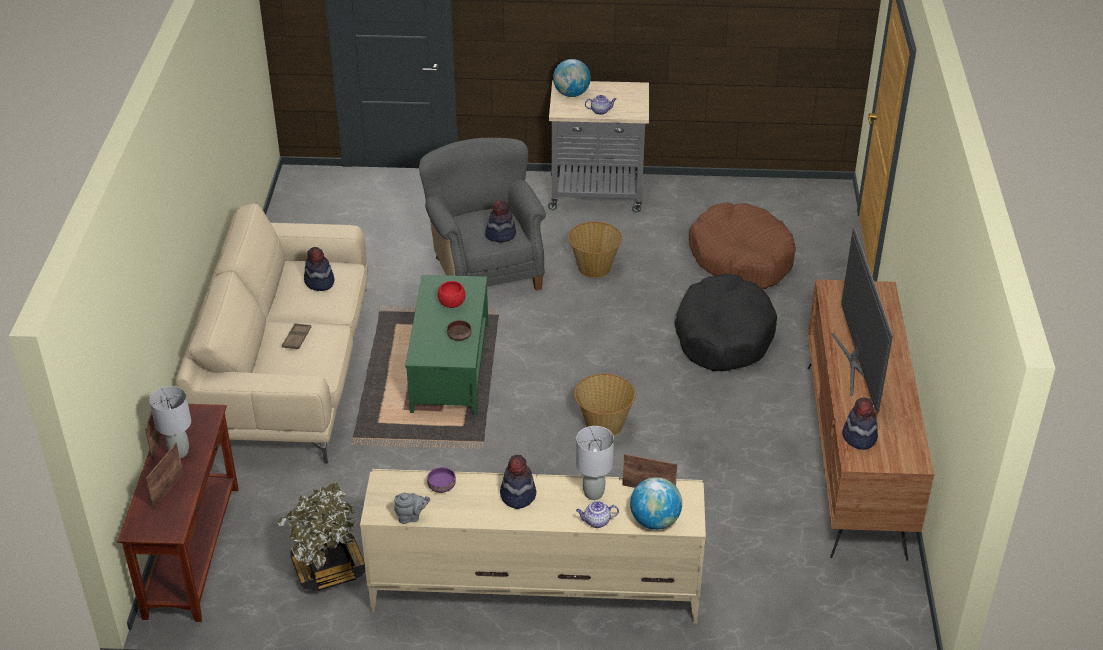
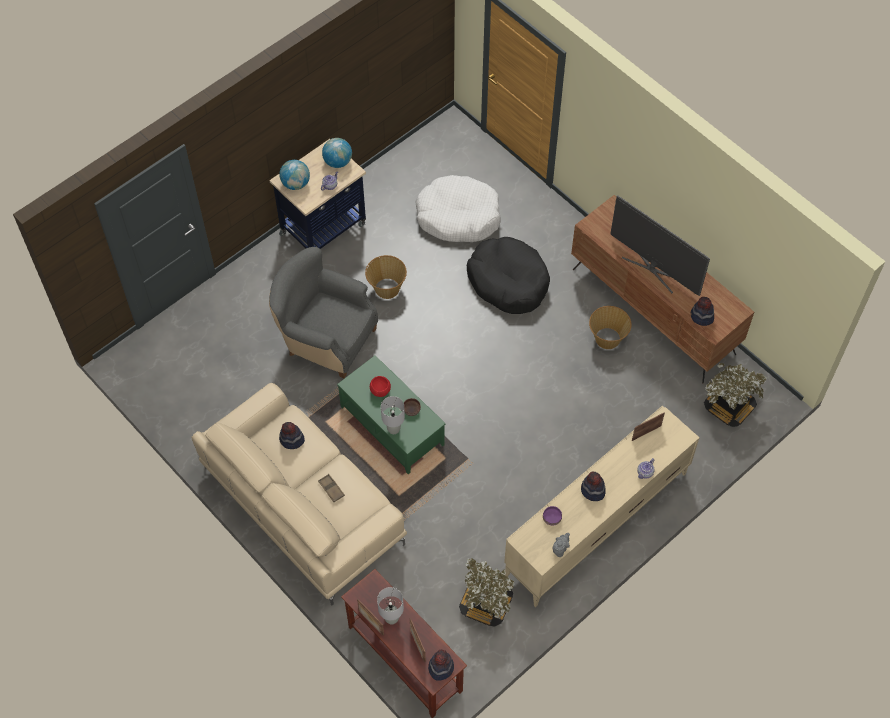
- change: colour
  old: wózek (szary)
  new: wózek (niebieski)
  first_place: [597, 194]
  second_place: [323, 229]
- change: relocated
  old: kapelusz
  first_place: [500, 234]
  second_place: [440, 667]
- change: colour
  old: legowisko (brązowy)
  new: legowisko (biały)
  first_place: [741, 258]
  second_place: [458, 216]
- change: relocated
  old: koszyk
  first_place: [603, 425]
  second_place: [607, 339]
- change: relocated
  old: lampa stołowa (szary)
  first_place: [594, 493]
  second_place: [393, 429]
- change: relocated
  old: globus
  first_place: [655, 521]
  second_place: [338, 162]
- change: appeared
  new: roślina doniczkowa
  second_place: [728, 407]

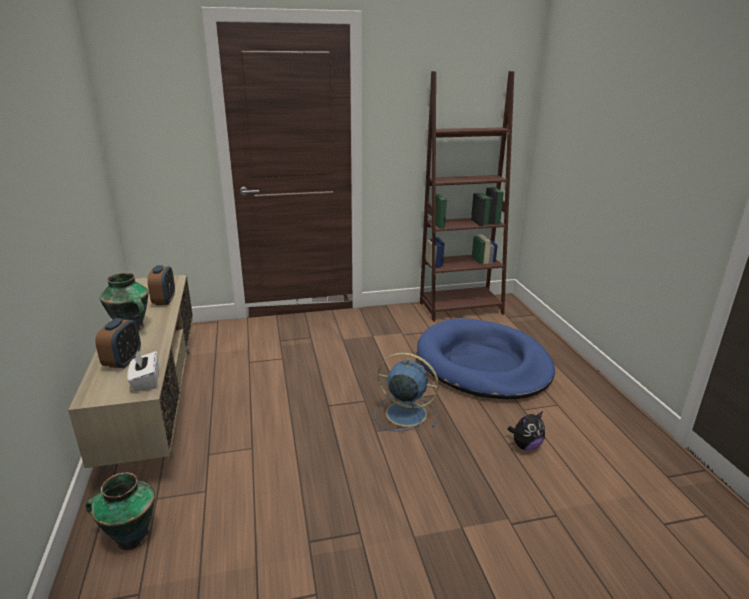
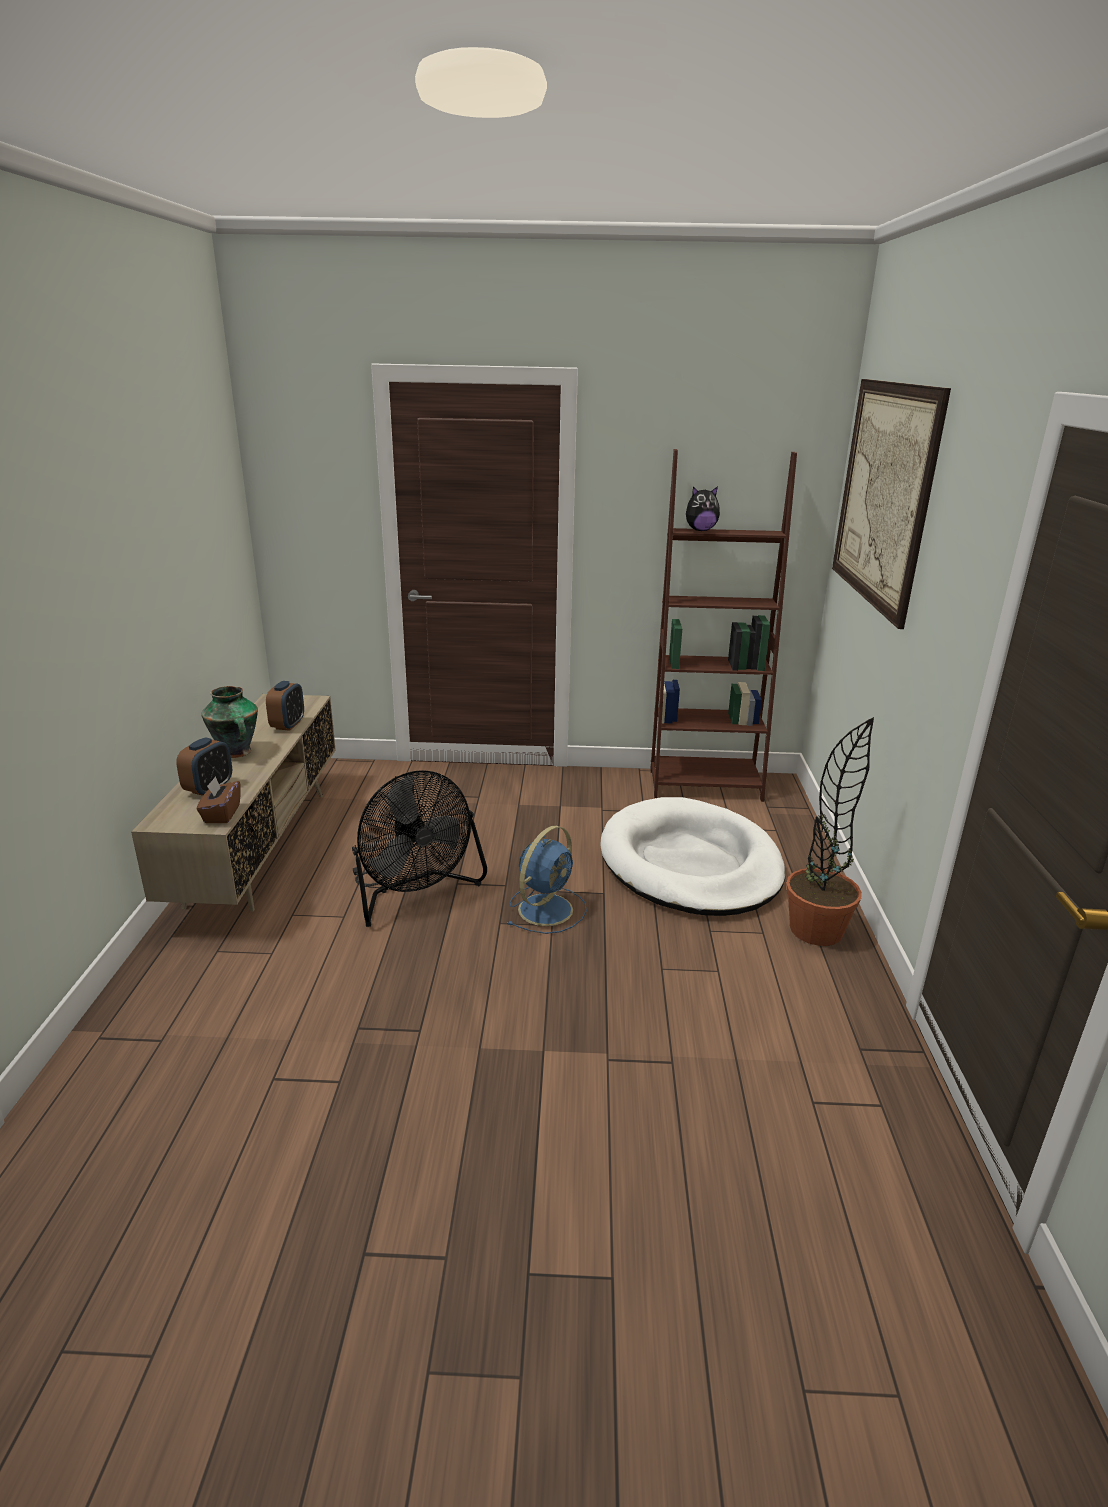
- change: colour
  old: legowisko (niebieski)
  new: legowisko (biały)
  first_place: [483, 364]
  second_place: [690, 864]
- change: colour
  old: pudełko chusteczek (biały)
  new: pudełko chusteczek (brązowy)
  first_place: [146, 381]
  second_place: [221, 814]
- change: spun
  old: wentylator (niebieski)
  first_place: [404, 413]
  second_place: [547, 908]
  degrees: 90
- change: relocated
  old: pluszak
  first_place: [525, 446]
  second_place: [700, 530]
- change: missing
  old: wazon
  first_place: [130, 537]
- change: appeared
  new: obraz
  second_place: [883, 494]
- change: appeared
  new: roślina doniczkowa
  second_place: [816, 930]
- change: appeared
  new: wentylator (czarny)
  second_place: [409, 893]

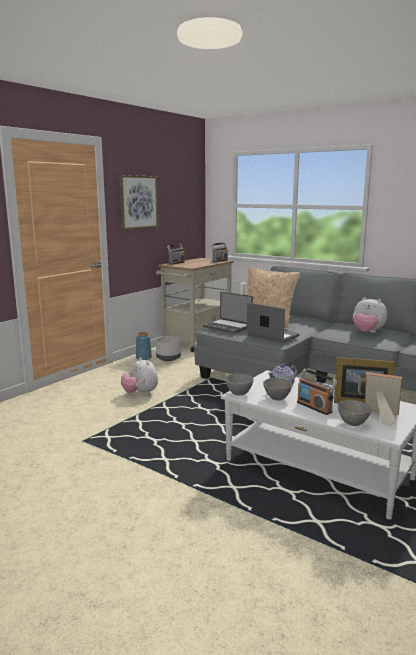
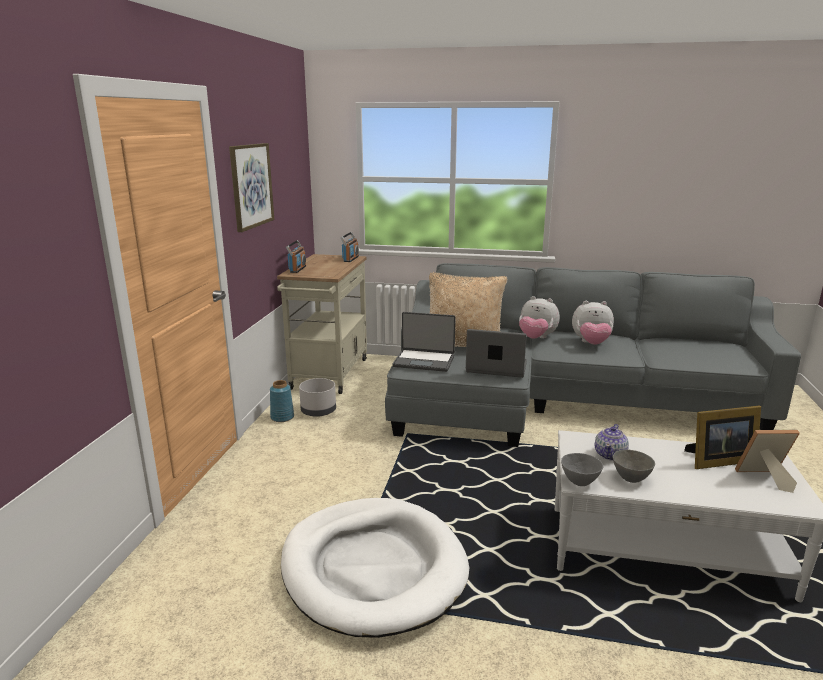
- change: relocated
  old: pluszak
  first_place: [140, 393]
  second_place: [536, 338]
- change: missing
  old: radio
  first_place: [314, 407]
- change: missing
  old: miska (szary)
  first_place: [353, 423]
- change: appeared
  new: legowisko (biały)
  second_place: [373, 568]

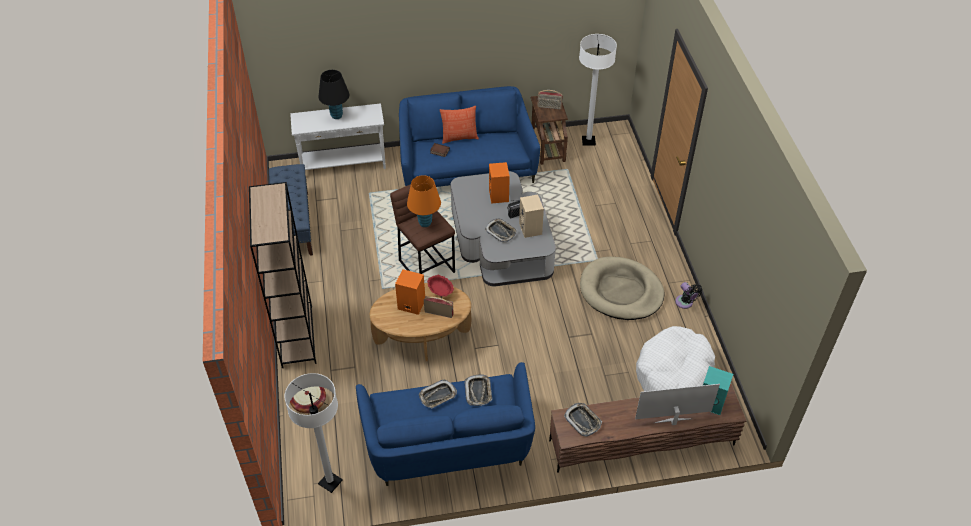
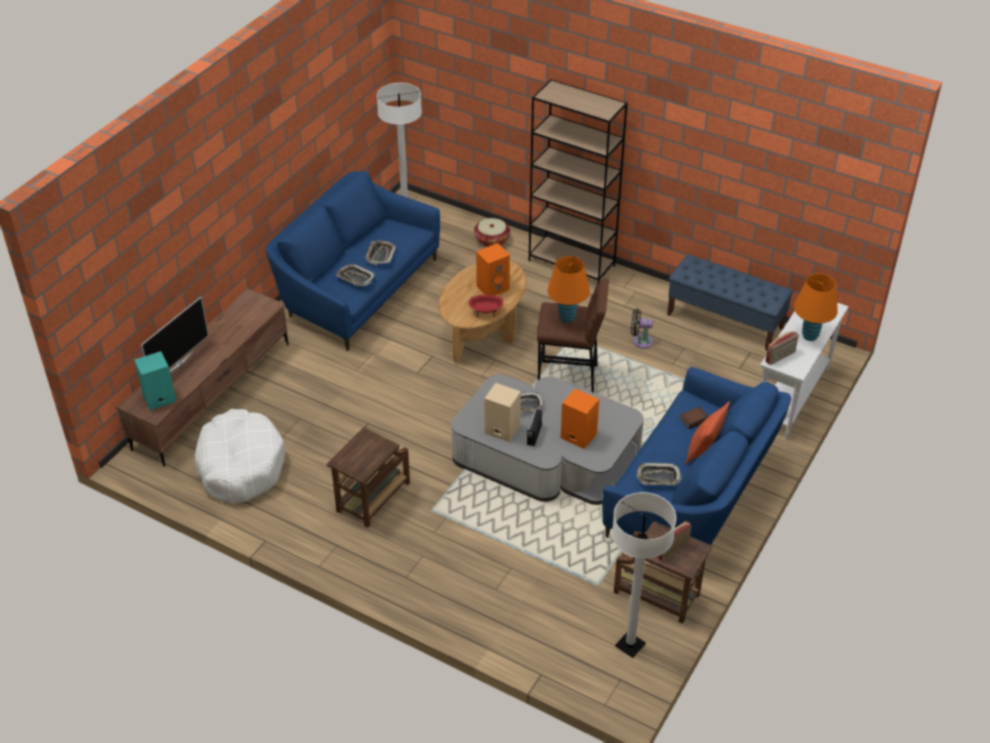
- change: colour
  old: lampa stołowa (czarny)
  new: lampa stołowa (pomarańczowy)
  first_place: [336, 116]
  second_place: [810, 336]
- change: exchanged
  old: legowisko (beżowy)
  new: stolik (brązowy)
  first_place: [621, 291]
  second_place: [372, 499]
- change: relocated
  old: wentylator (czarny)
  first_place: [685, 303]
  second_place: [640, 341]
- change: relocated
  old: radio
  first_place: [439, 313]
  second_place: [780, 357]
- change: relocated
  old: taca
  first_place: [583, 421]
  second_place: [658, 477]

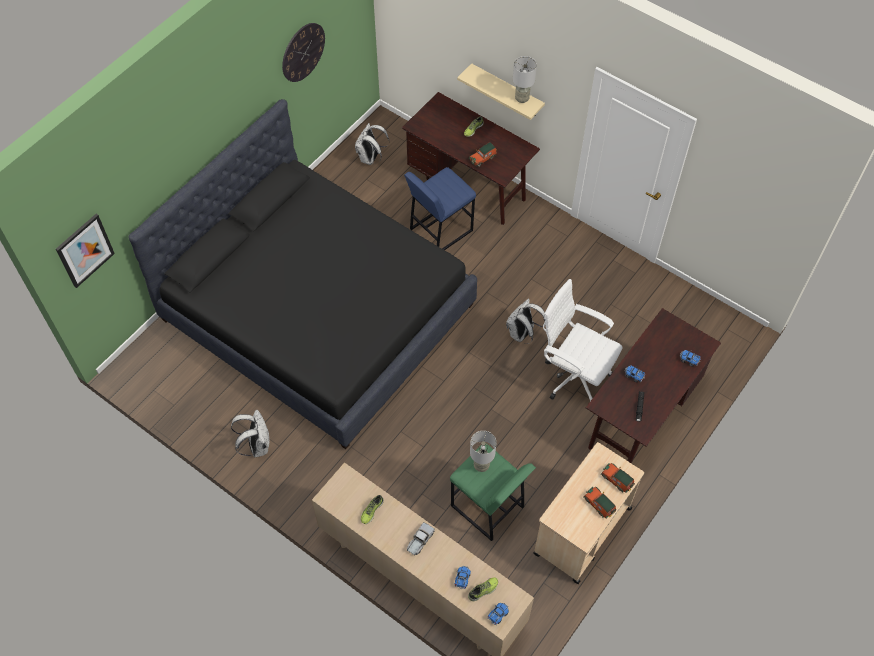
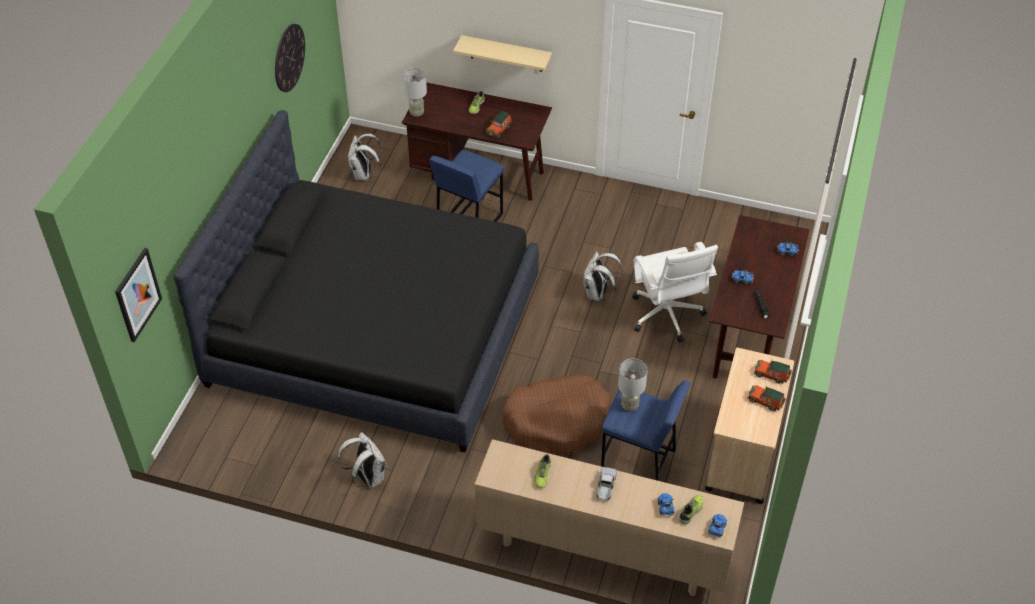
- change: relocated
  old: lampa stołowa (szary)
  first_place: [522, 99]
  second_place: [417, 113]
- change: spun
  old: krzesło biurowe (biały)
  first_place: [573, 376]
  second_place: [667, 317]
  degrees: -120
- change: colour
  old: stołek (zielony)
  new: stołek (niebieski)
  first_place: [489, 507]
  second_place: [640, 462]
- change: appeared
  new: legowisko (brązowy)
  second_place: [557, 421]

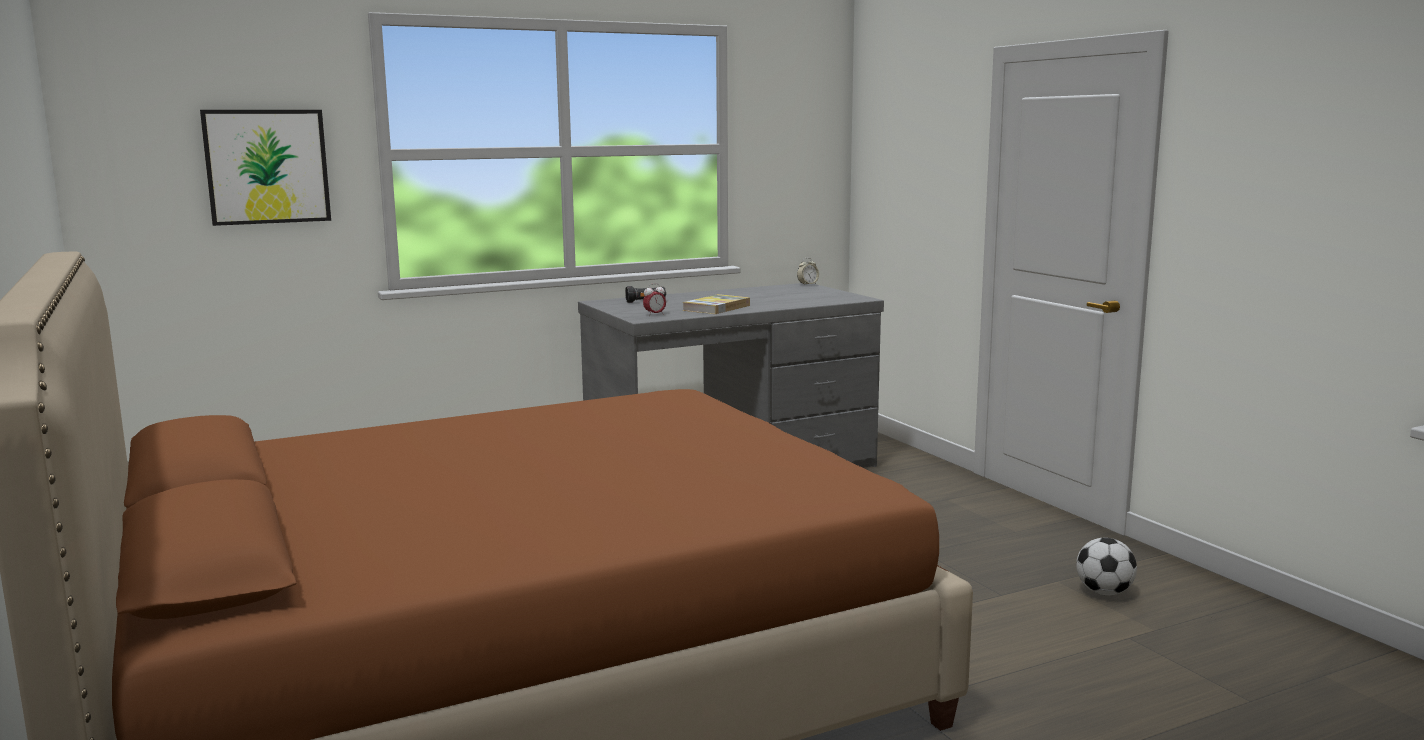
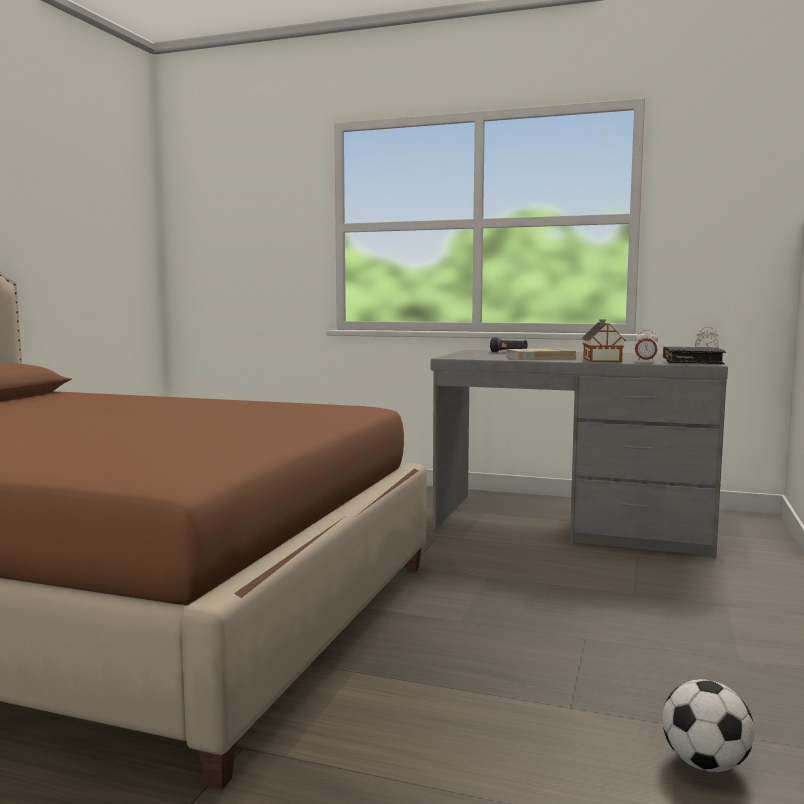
- change: missing
  old: obraz
  first_place: [267, 166]
- change: relocated
  old: budzik
  first_place: [654, 315]
  second_place: [645, 362]
- change: appeared
  new: domek
  second_place: [601, 360]
- change: appeared
  new: książka (czarny)
  second_place: [692, 362]

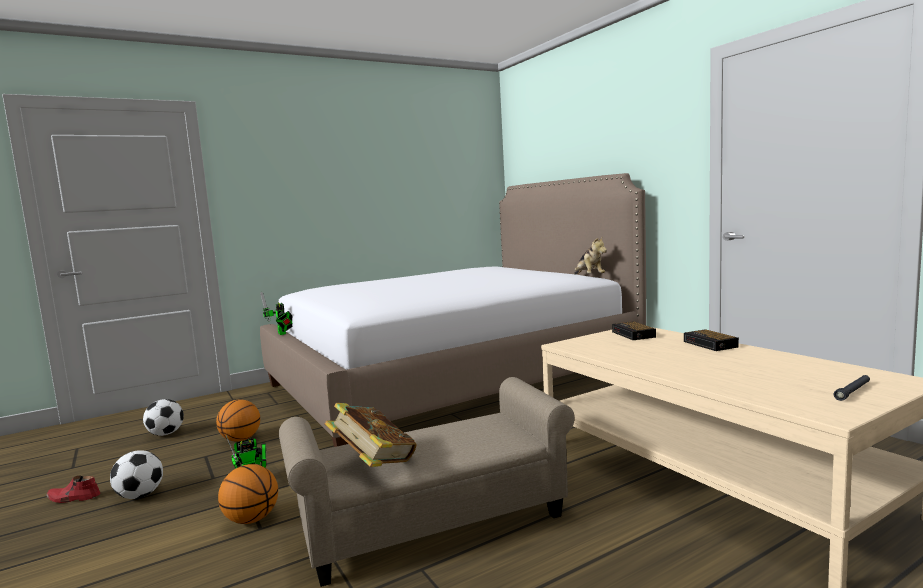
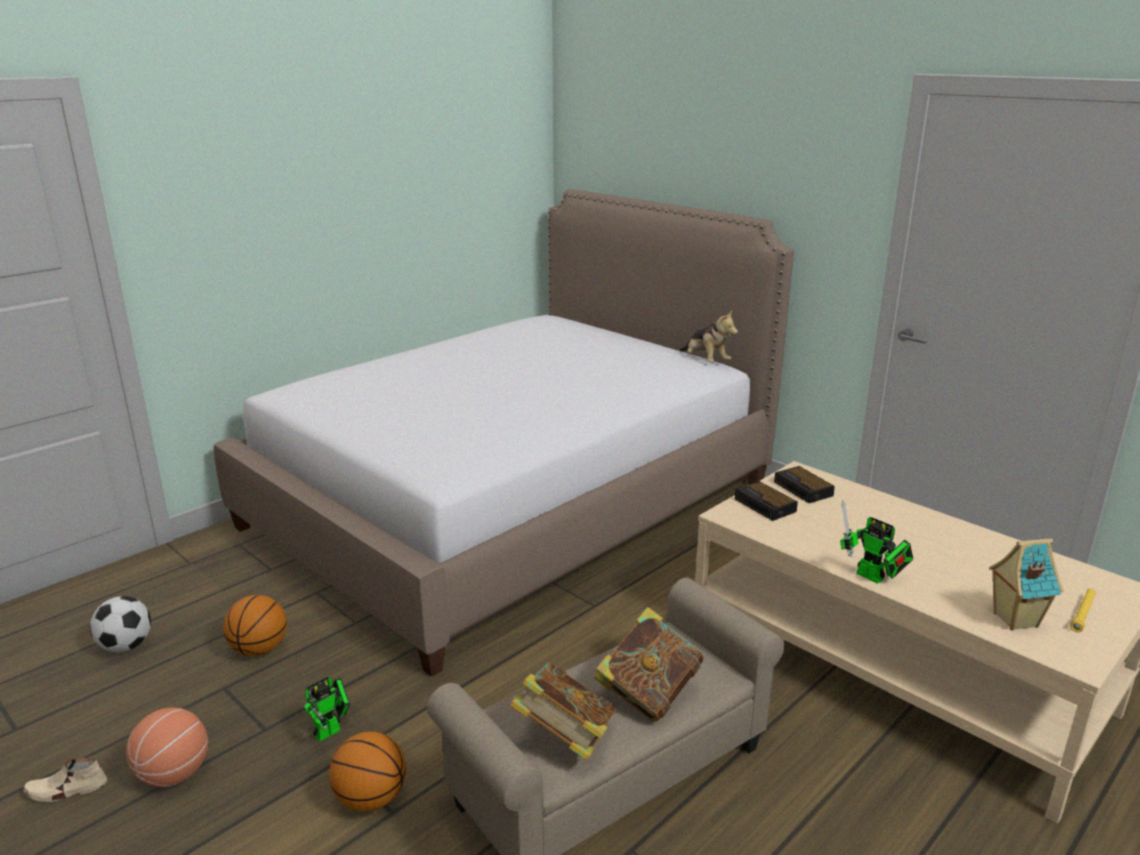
- change: relocated
  old: robot zabawkowy
  first_place: [282, 334]
  second_place: [873, 578]
- change: relocated
  old: budzik
  first_place: [711, 344]
  second_place: [766, 506]
- change: colour
  old: latarka (czarny)
  new: latarka (żółty)
  first_place: [853, 391]
  second_place: [1082, 613]
- change: exchanged
  old: piłka futbolowa
  new: piłka do koszykówki
  first_place: [140, 495]
  second_place: [173, 774]
- change: colour
  old: but (czerwony)
  new: but (beżowy)
  first_place: [73, 498]
  second_place: [66, 790]
- change: appeared
  new: domek
  second_place: [1014, 620]
- change: appeared
  new: książka
  second_place: [648, 693]

